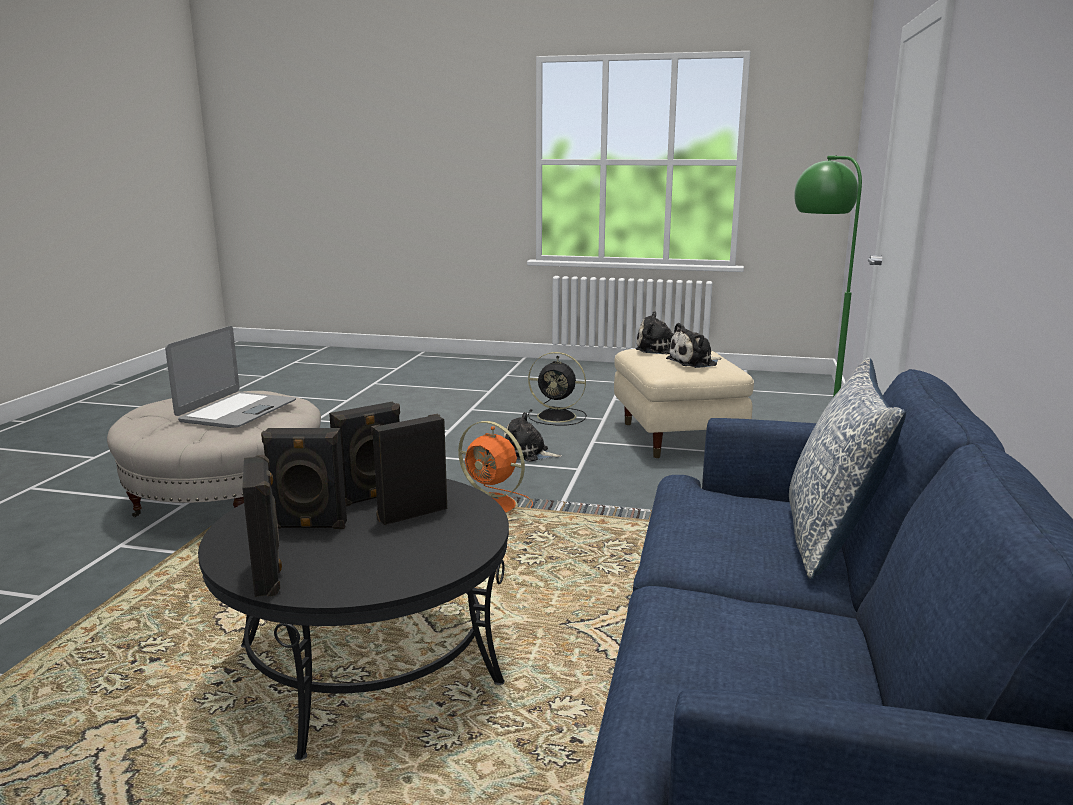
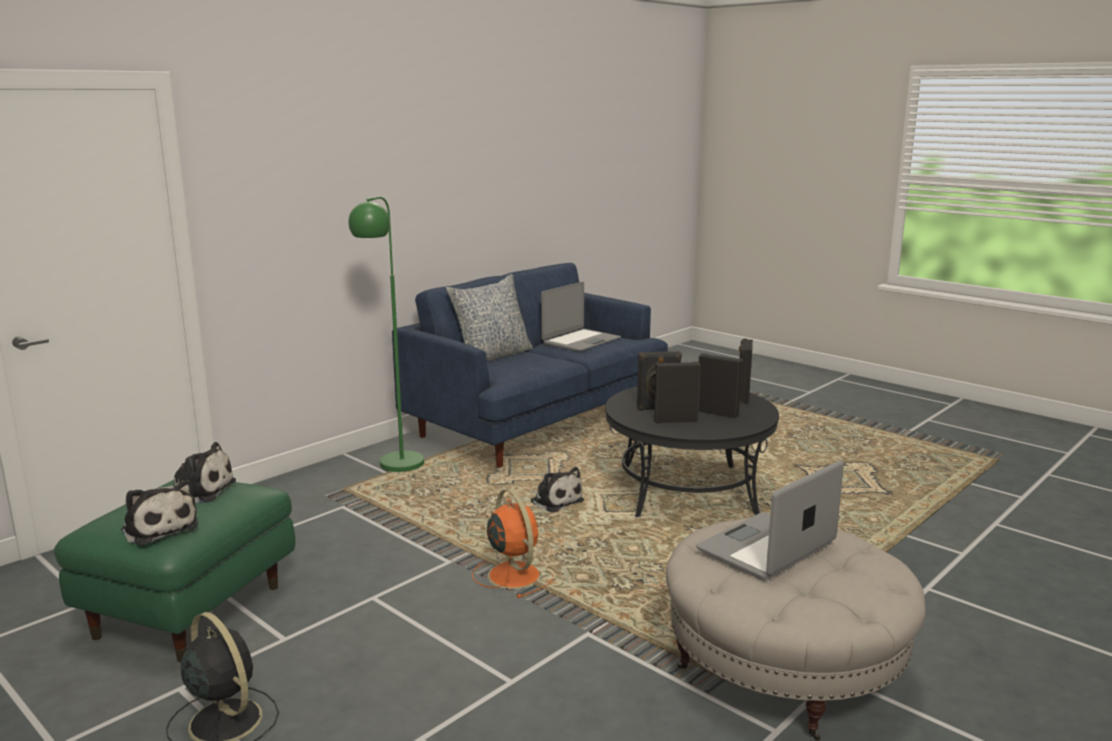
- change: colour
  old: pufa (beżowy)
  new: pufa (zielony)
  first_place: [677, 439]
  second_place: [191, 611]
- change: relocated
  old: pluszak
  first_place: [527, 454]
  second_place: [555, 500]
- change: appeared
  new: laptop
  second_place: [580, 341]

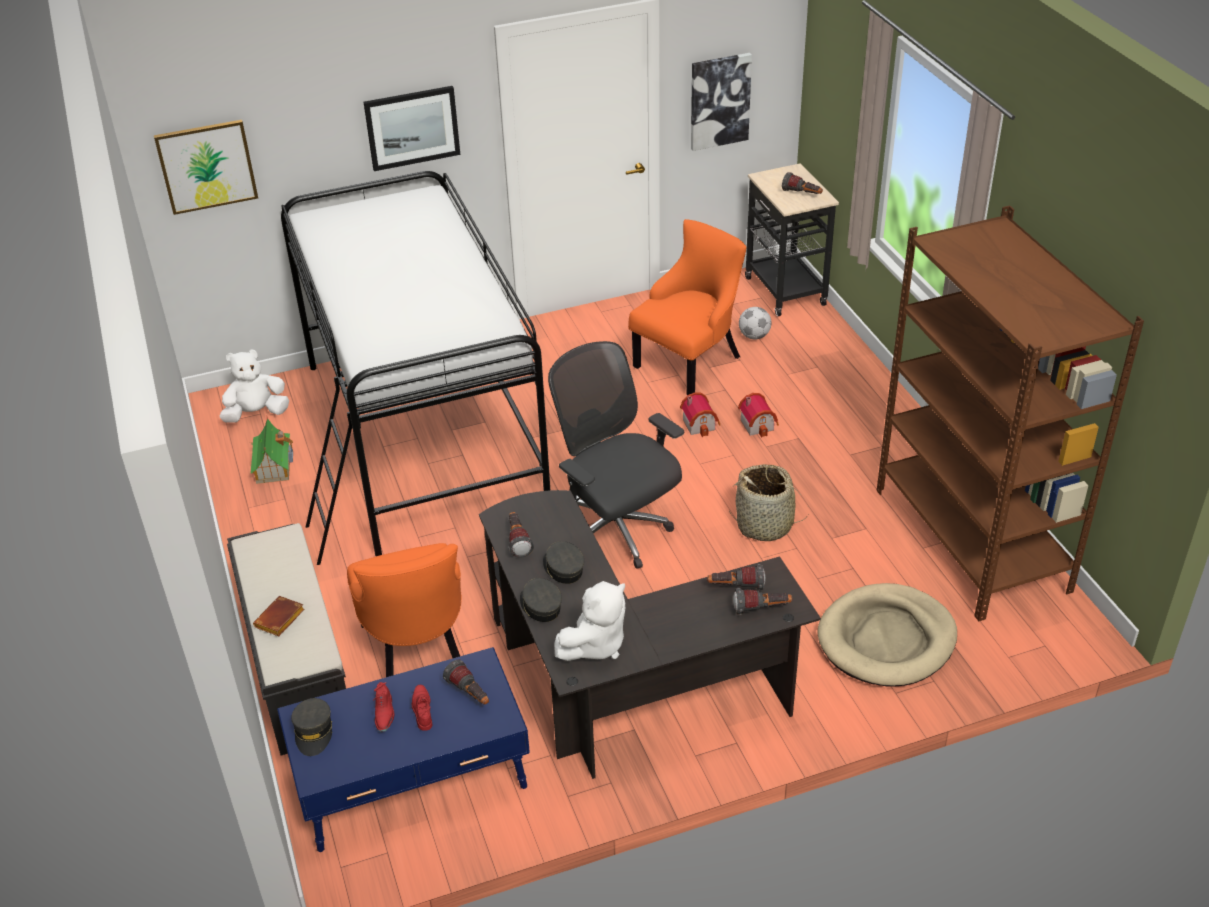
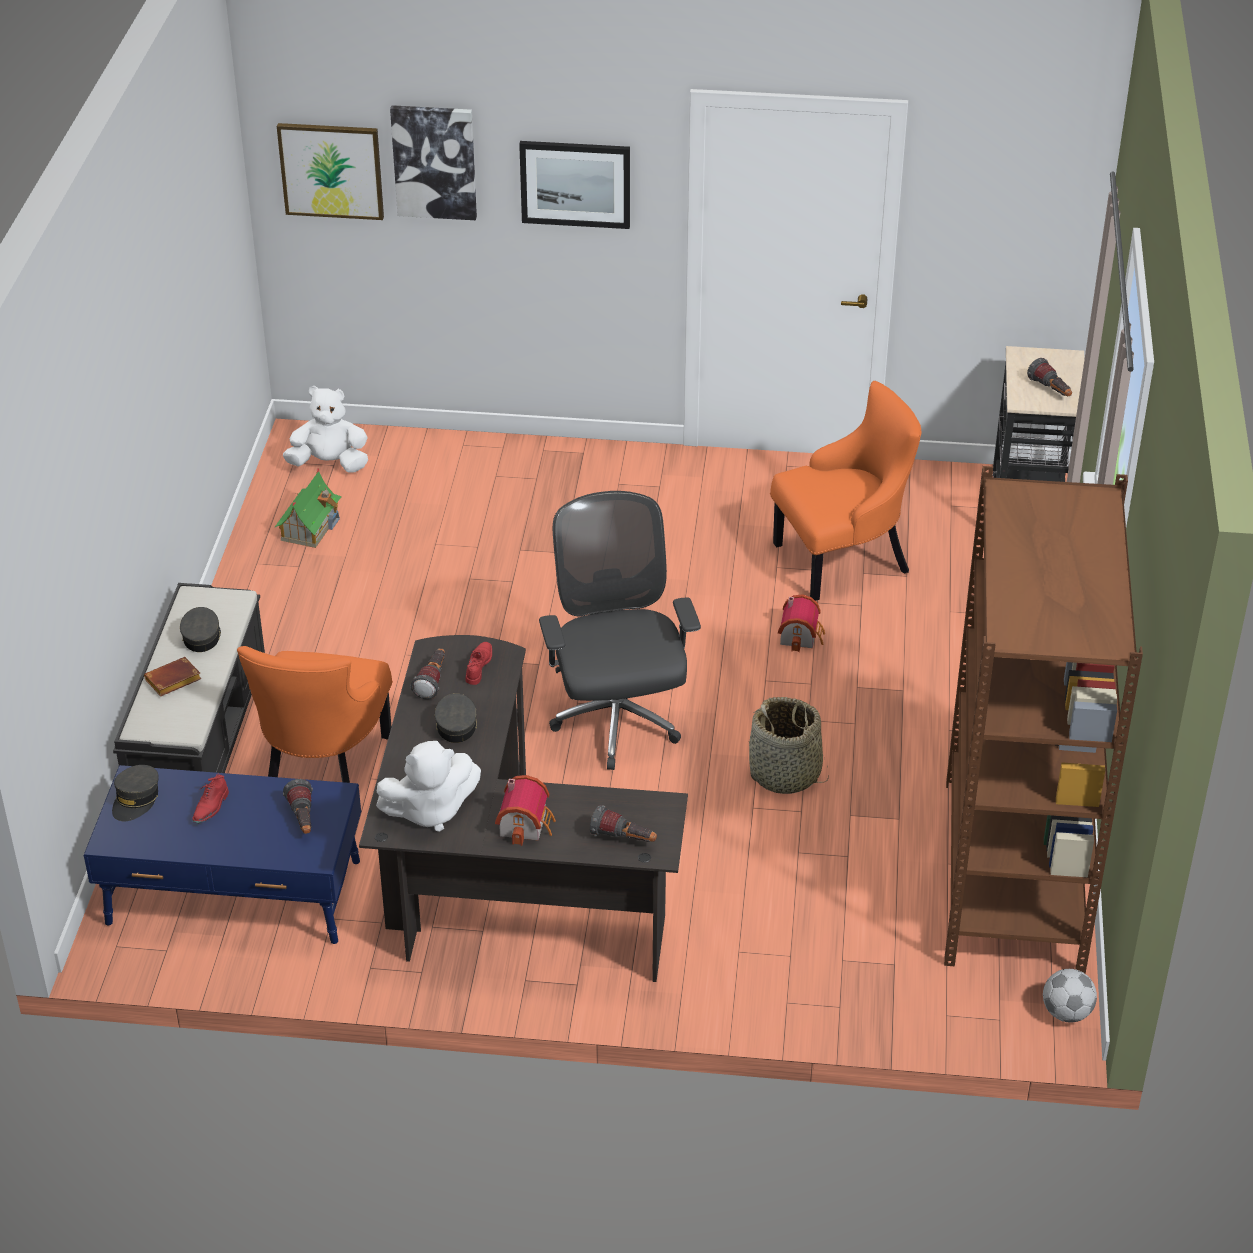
- change: relocated
  old: obraz
  first_place: [719, 101]
  second_place: [434, 161]
- change: missing
  old: łóżko (czarny)
  first_place: [421, 438]
- change: relocated
  old: piłka futbolowa
  first_place: [754, 336]
  second_place: [1066, 1013]
- change: relocated
  old: domek
  first_place: [759, 424]
  second_place: [526, 824]
- change: missing
  old: latarka
  first_place: [735, 587]
- change: relocated
  old: czapka z daszkiem (szary)
  first_place: [540, 606]
  second_place: [201, 636]
- change: missing
  old: legowisko (beżowy)
  first_place: [886, 639]
- change: relocated
  old: but (czerwony)
  first_place: [422, 710]
  second_place: [478, 667]

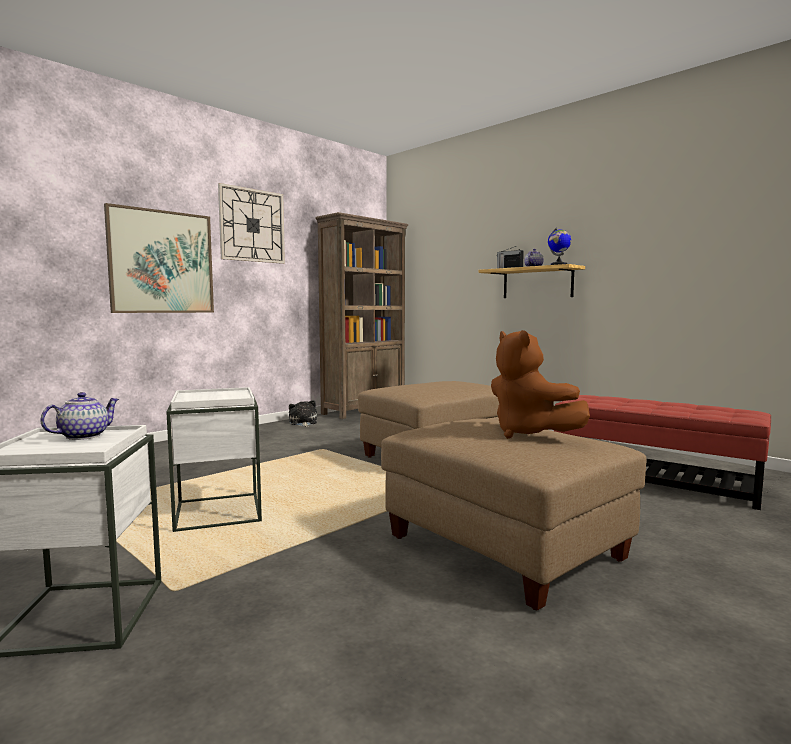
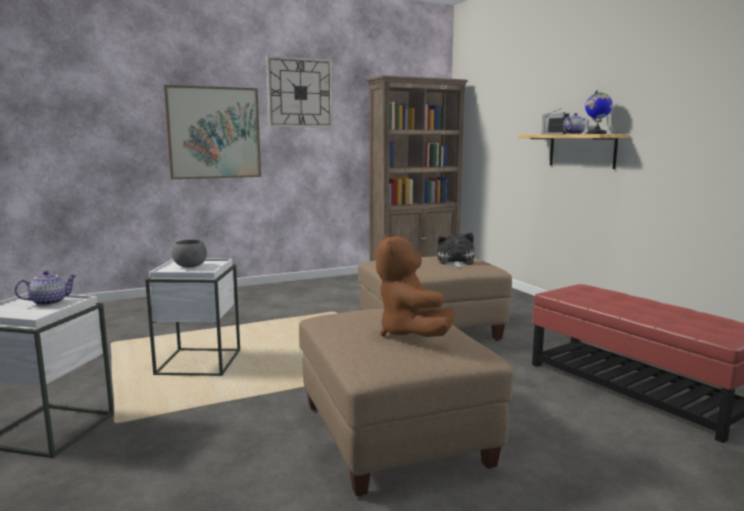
- change: relocated
  old: pluszak
  first_place: [303, 423]
  second_place: [455, 262]
- change: appeared
  new: miska (szary)
  second_place: [190, 266]

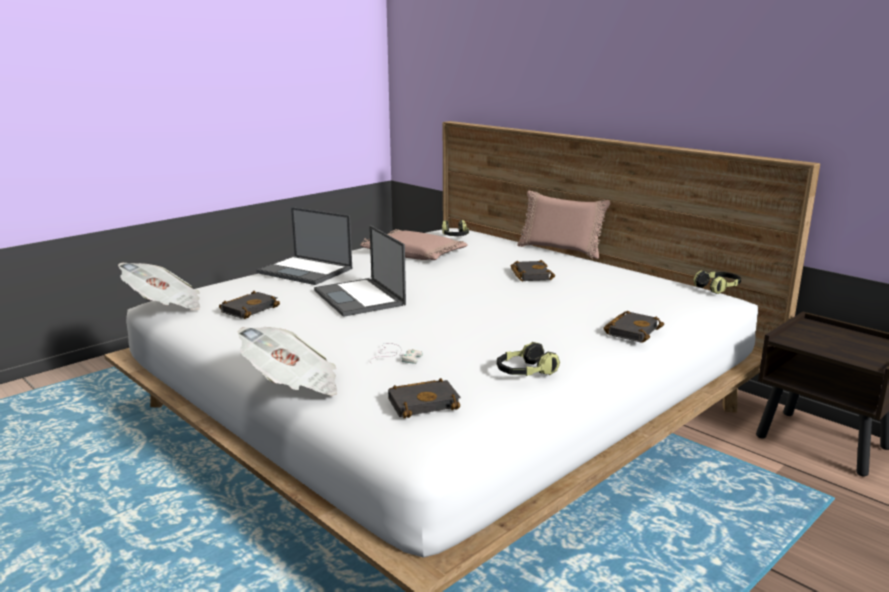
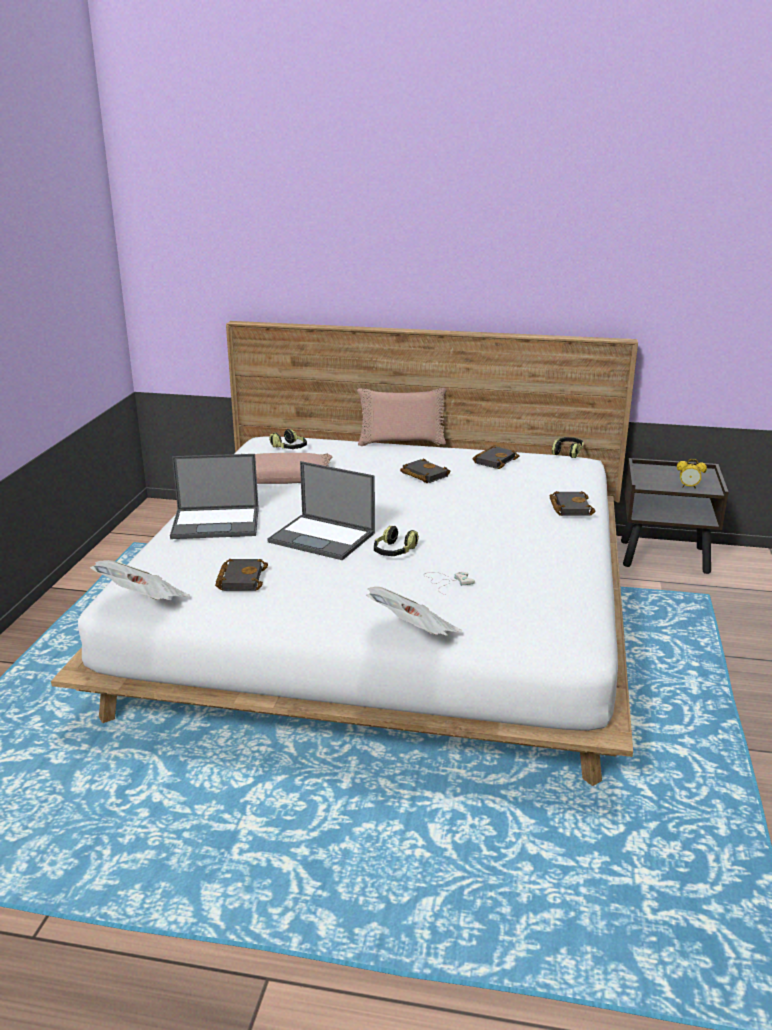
- change: relocated
  old: słuchawki
  first_place: [525, 372]
  second_place: [394, 552]
- change: relocated
  old: książka (czarny)
  first_place: [424, 402]
  second_place: [494, 460]
- change: appeared
  new: budzik
  second_place: [688, 487]

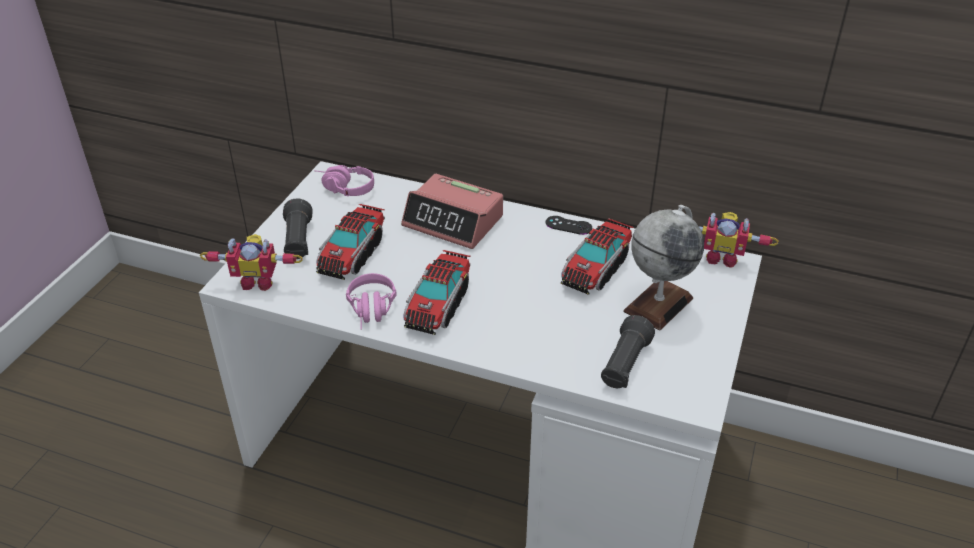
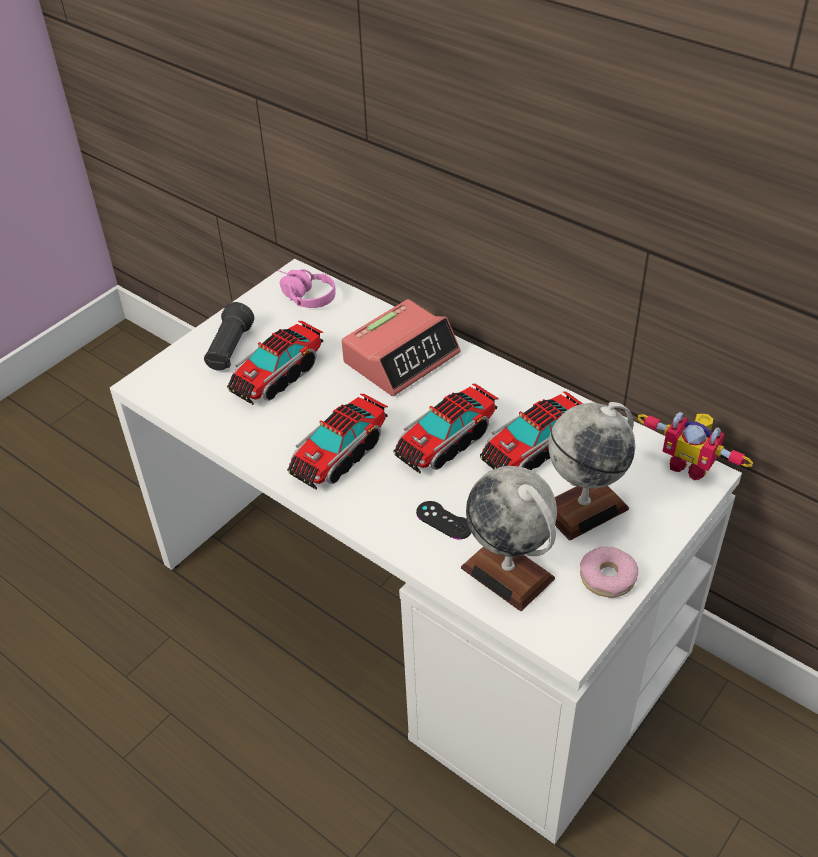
- change: spun
  old: budzik
  first_place: [453, 221]
  second_place: [401, 358]
  degrees: -90
- change: relocated
  old: pad do gier (czarny)
  first_place: [568, 225]
  second_place: [444, 520]
- change: missing
  old: robot zabawkowy
  first_place: [258, 281]
- change: missing
  old: słuchawki (różowy)
  first_place: [372, 312]
- change: exchanged
  old: latarka (czarny)
  new: globus
  first_place: [624, 365]
  second_place: [508, 573]
- change: appeared
  new: ciężarówka zabawkowa
  second_place: [445, 441]
- change: appeared
  new: donut
  second_place: [607, 577]

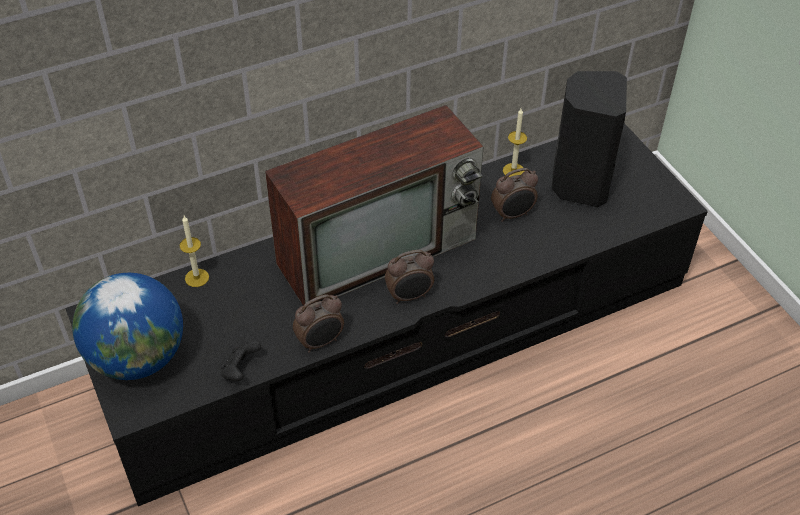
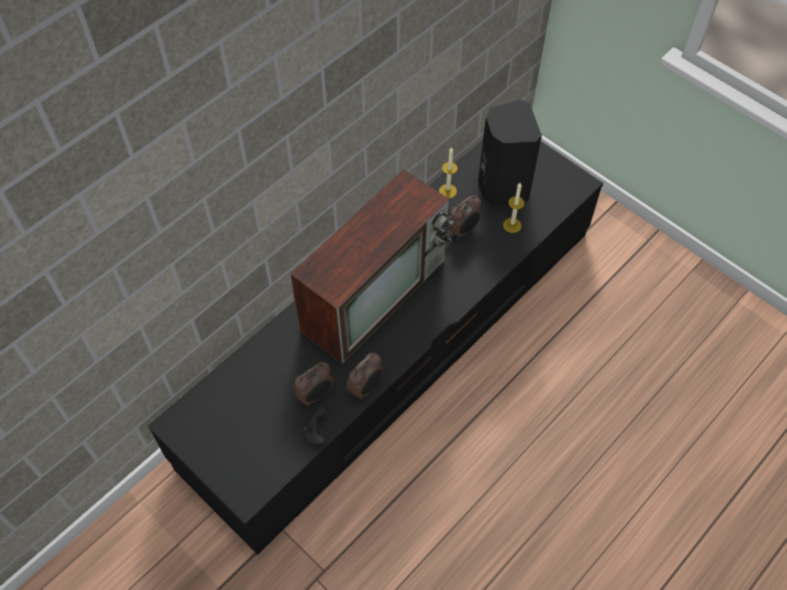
- change: relocated
  old: świeca
  first_place: [197, 278]
  second_place: [512, 225]
- change: relocated
  old: budzik
  first_place: [409, 296]
  second_place: [315, 395]
- change: missing
  old: globus
  first_place: [137, 358]

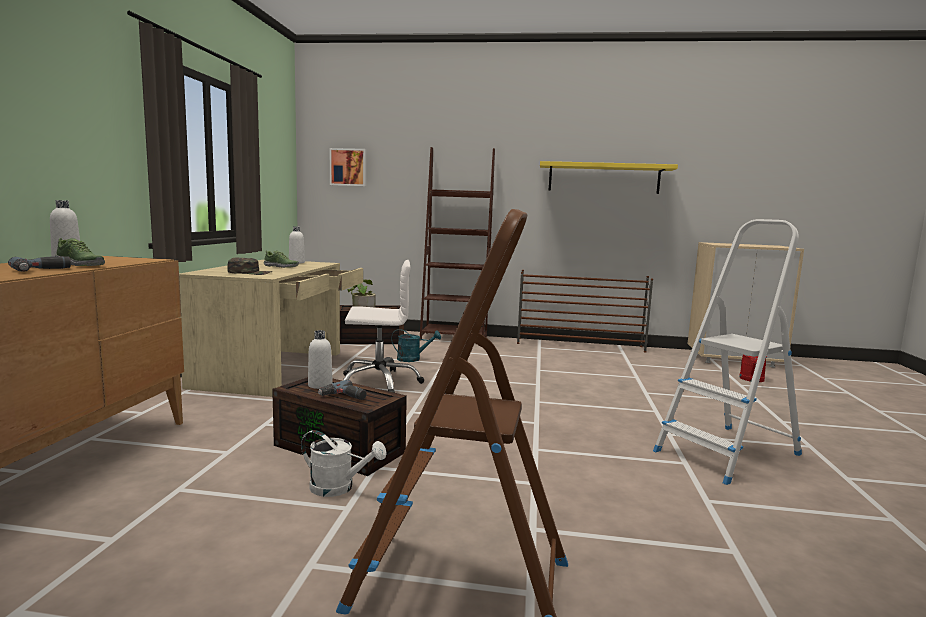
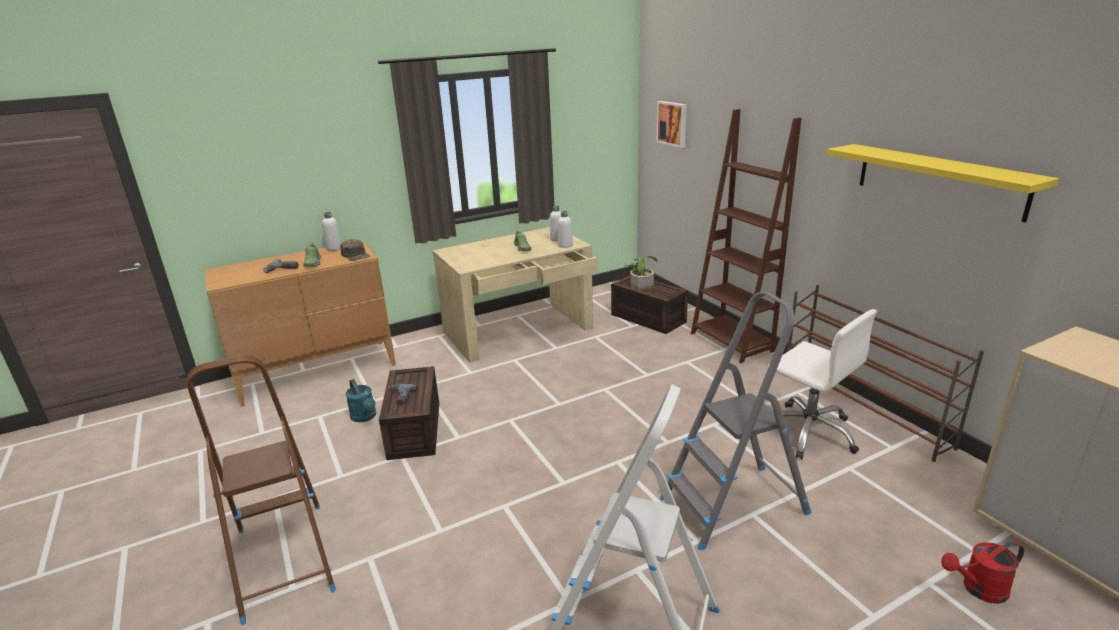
- change: relocated
  old: czapka z daszkiem (zielony)
  first_place: [250, 273]
  second_place: [356, 255]
- change: relocated
  old: krzesło biurowe (biały)
  first_place: [379, 382]
  second_place: [809, 432]
- change: relocated
  old: konewka (turkusowy)
  first_place: [413, 359]
  second_place: [365, 417]
- change: relocated
  old: butelka (biały)
  first_place: [320, 385]
  second_place: [565, 245]
- change: missing
  old: konewka (biały)
  first_place: [339, 488]
- change: appeared
  new: drabinka (szary)
  second_place: [732, 506]

